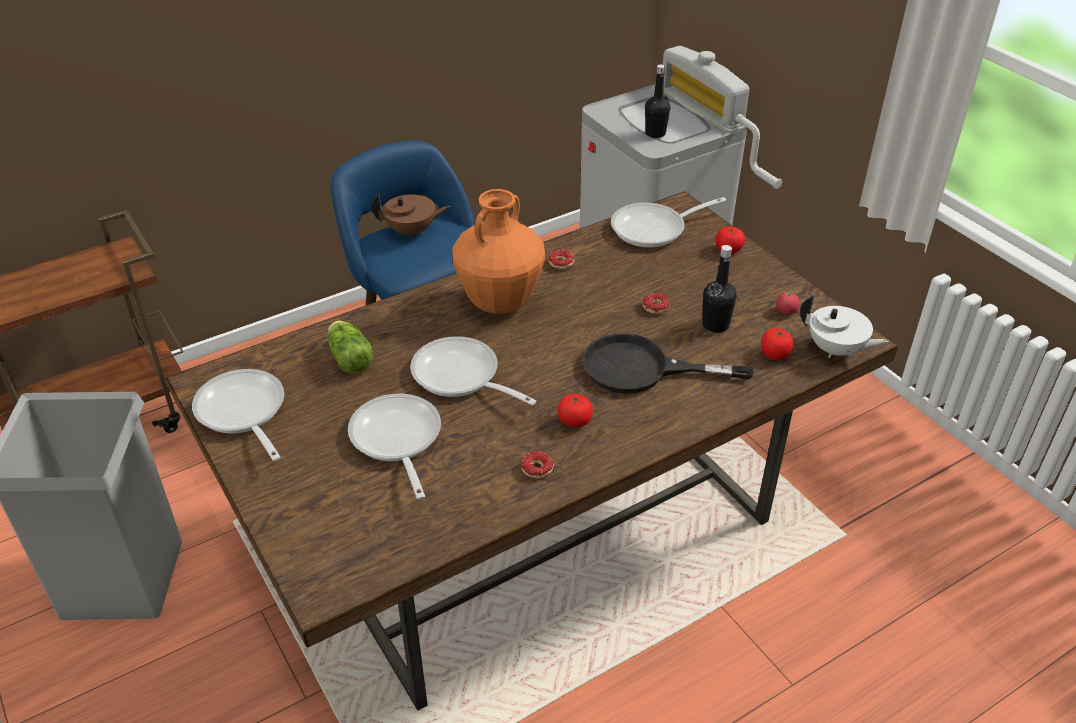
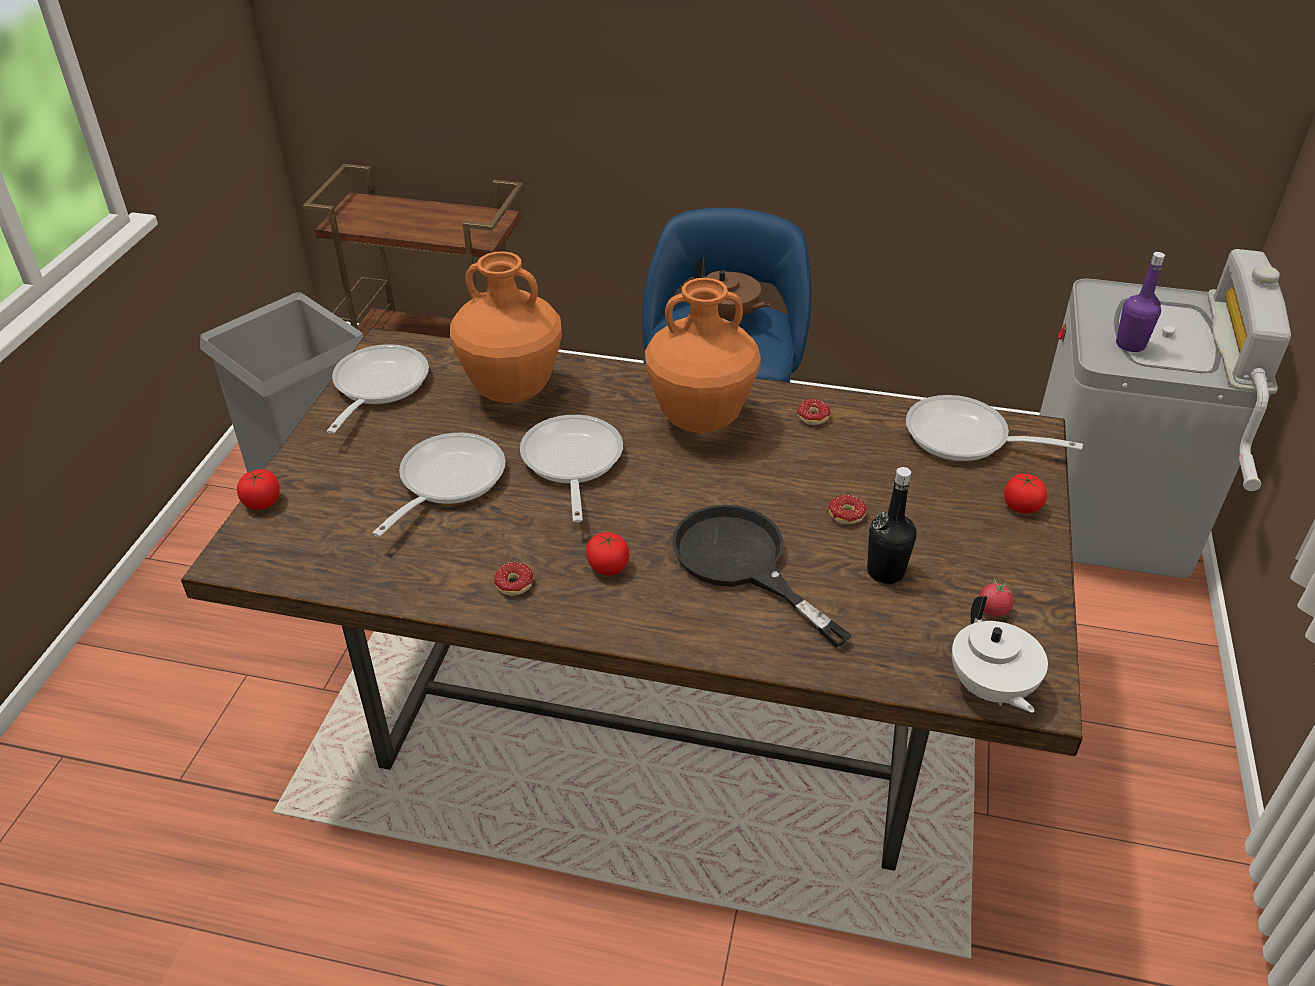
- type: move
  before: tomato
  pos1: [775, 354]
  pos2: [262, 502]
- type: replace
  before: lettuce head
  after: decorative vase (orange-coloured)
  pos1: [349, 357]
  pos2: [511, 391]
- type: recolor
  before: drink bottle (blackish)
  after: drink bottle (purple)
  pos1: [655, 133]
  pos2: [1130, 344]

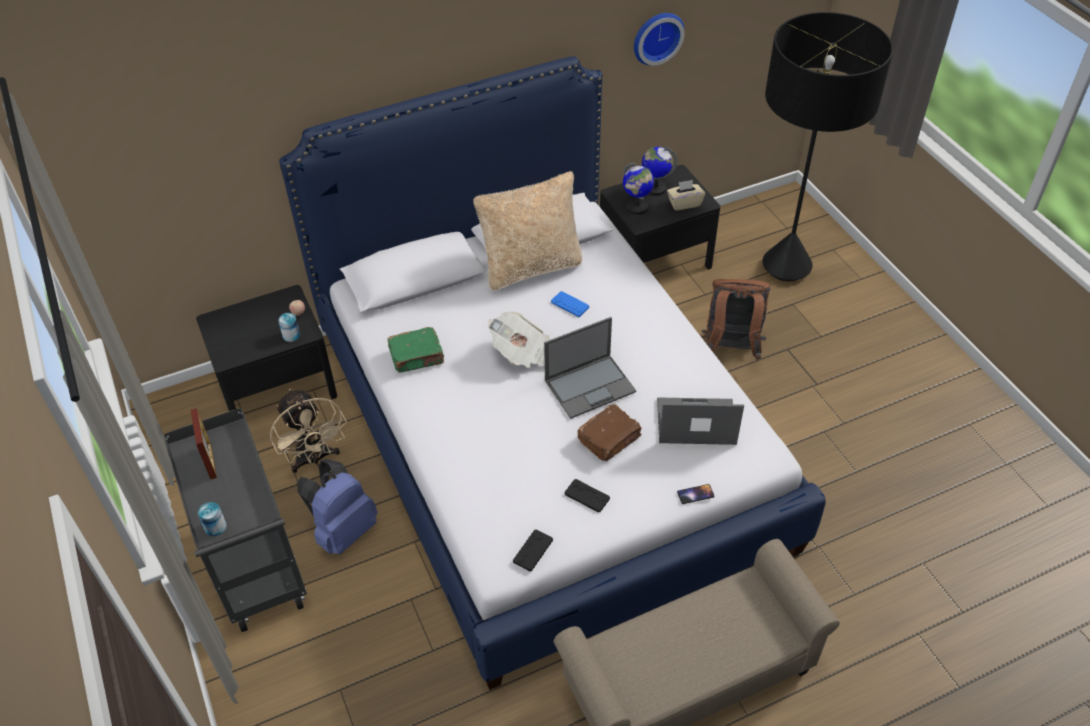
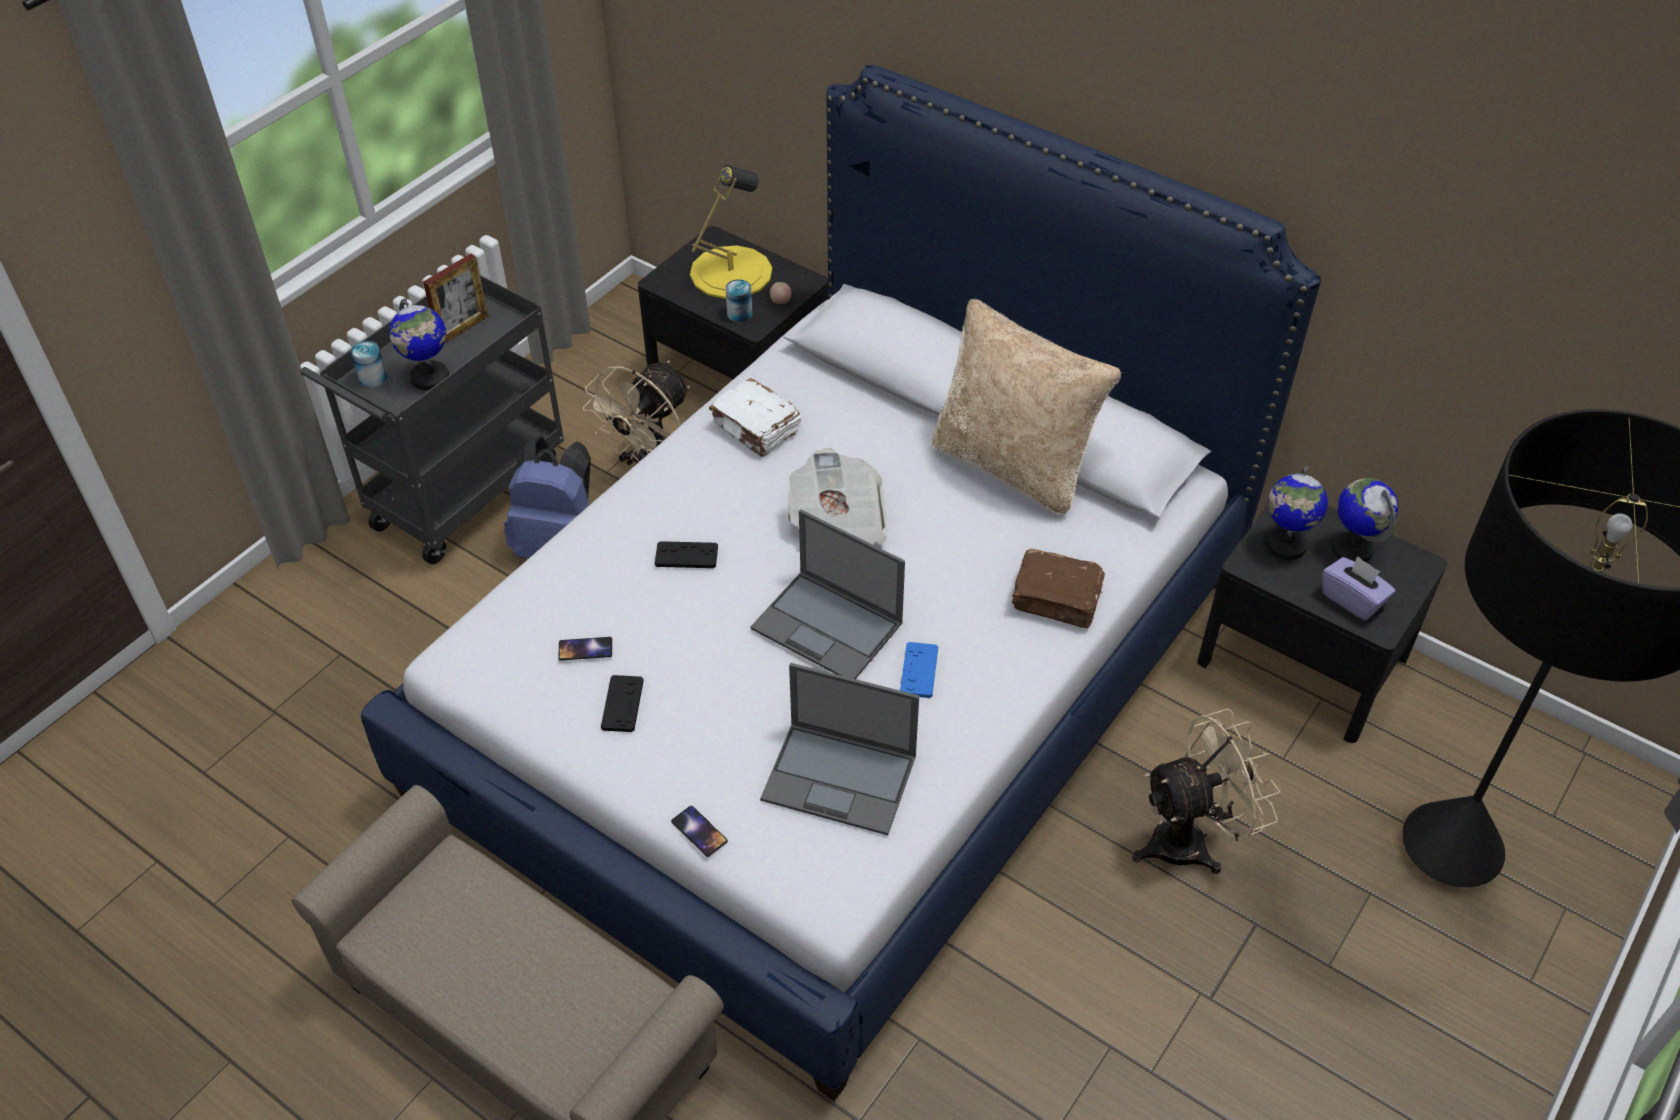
- type: delete
  before: wall clock
  pos1: [656, 36]
- type: insert
  after: desk globe
  pos2: [429, 378]
- type: insert
  after: handset
  pos2: [585, 649]
- type: insert
  after: lamp for a table (yellowish)
  pos2: [731, 272]
- type: move
  before: game controller (blackish)
  pos1: [533, 551]
  pos2: [686, 556]
- type: move
  before: game controller (blue-coloured)
  pos1: [570, 305]
  pos2: [919, 671]
- type: move
  before: book (brown-coloured)
  pos1: [610, 439]
  pos2: [1057, 600]
- type: replace
  before: knapsack (brown-coloured)
  after: fan (beige-coloured)
  pos1: [731, 348]
  pos2: [1191, 840]
- type: recolor
  before: book (greenish)
  after: book (white-coloured)
  pos1: [417, 357]
  pos2: [756, 429]
- type: recolor
  before: tissue holder (beige-coloured)
  after: tissue holder (purple)
  pos1: [684, 203]
  pos2: [1352, 599]
- type: rotate
  before: laptop
  pos1: [695, 422]
  pos2: [841, 778]
  turn: 135

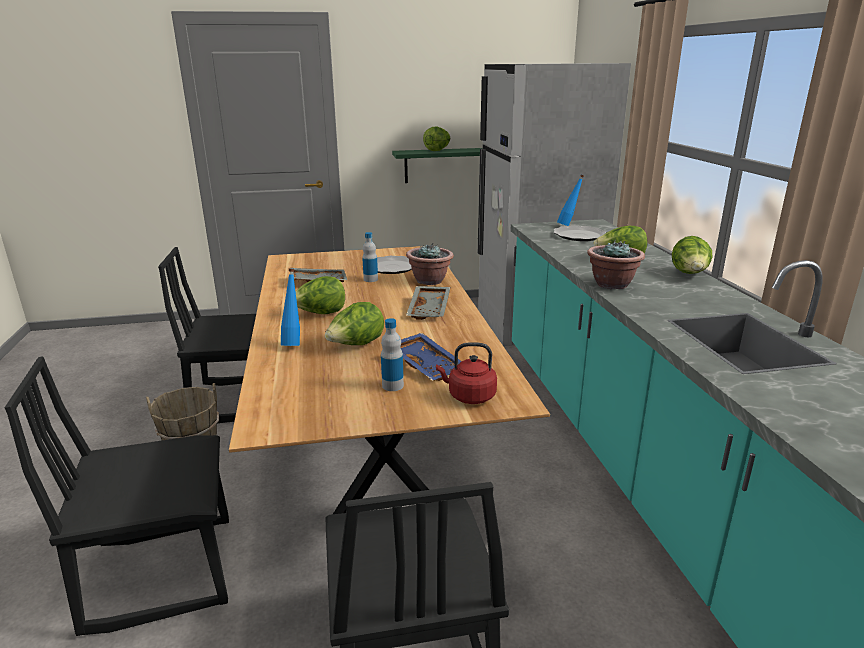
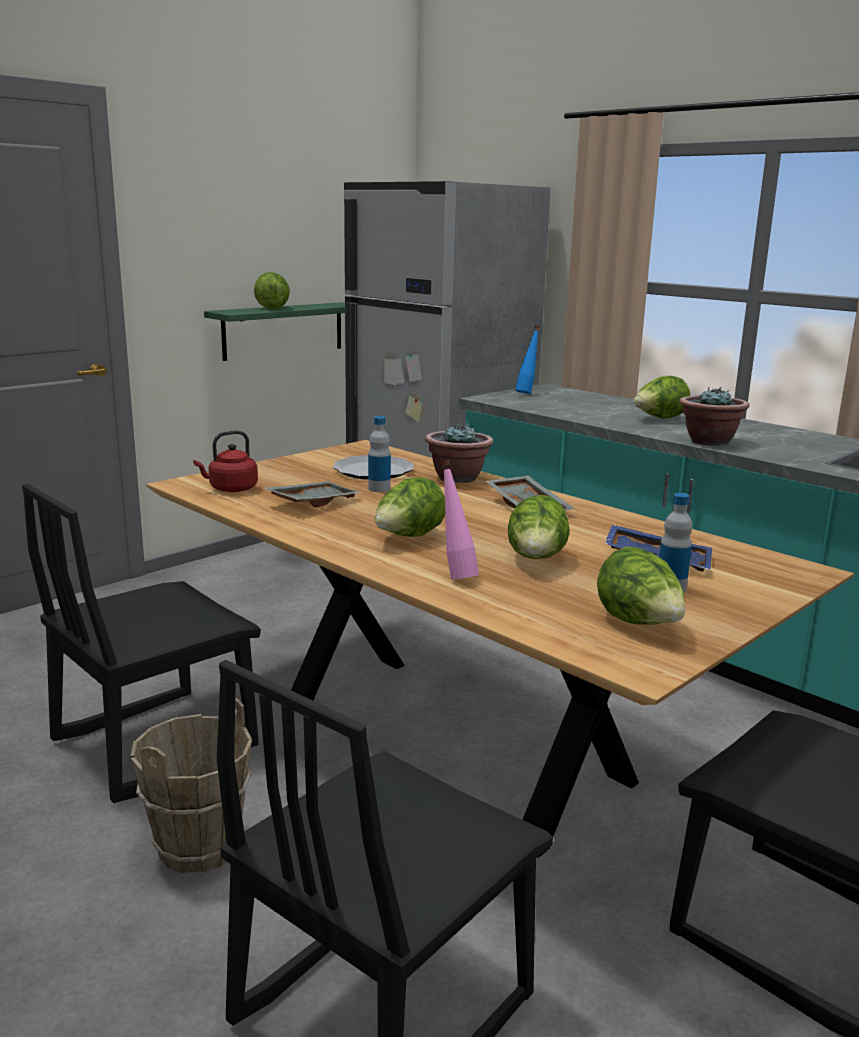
- type: delete
  before: flat dish
  pos1: [579, 235]
- type: move
  before: water kettle (red)
  pos1: [469, 396]
  pos2: [230, 489]
- type: move
  before: lettuce head
  pos1: [689, 274]
  pos2: [639, 624]
- type: recolor
  before: drink bottle (blue-coloured)
  after: drink bottle (pinkish)
  pos1: [293, 343]
  pos2: [455, 576]

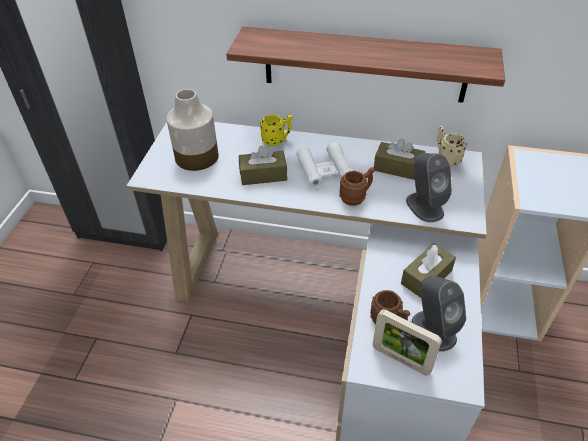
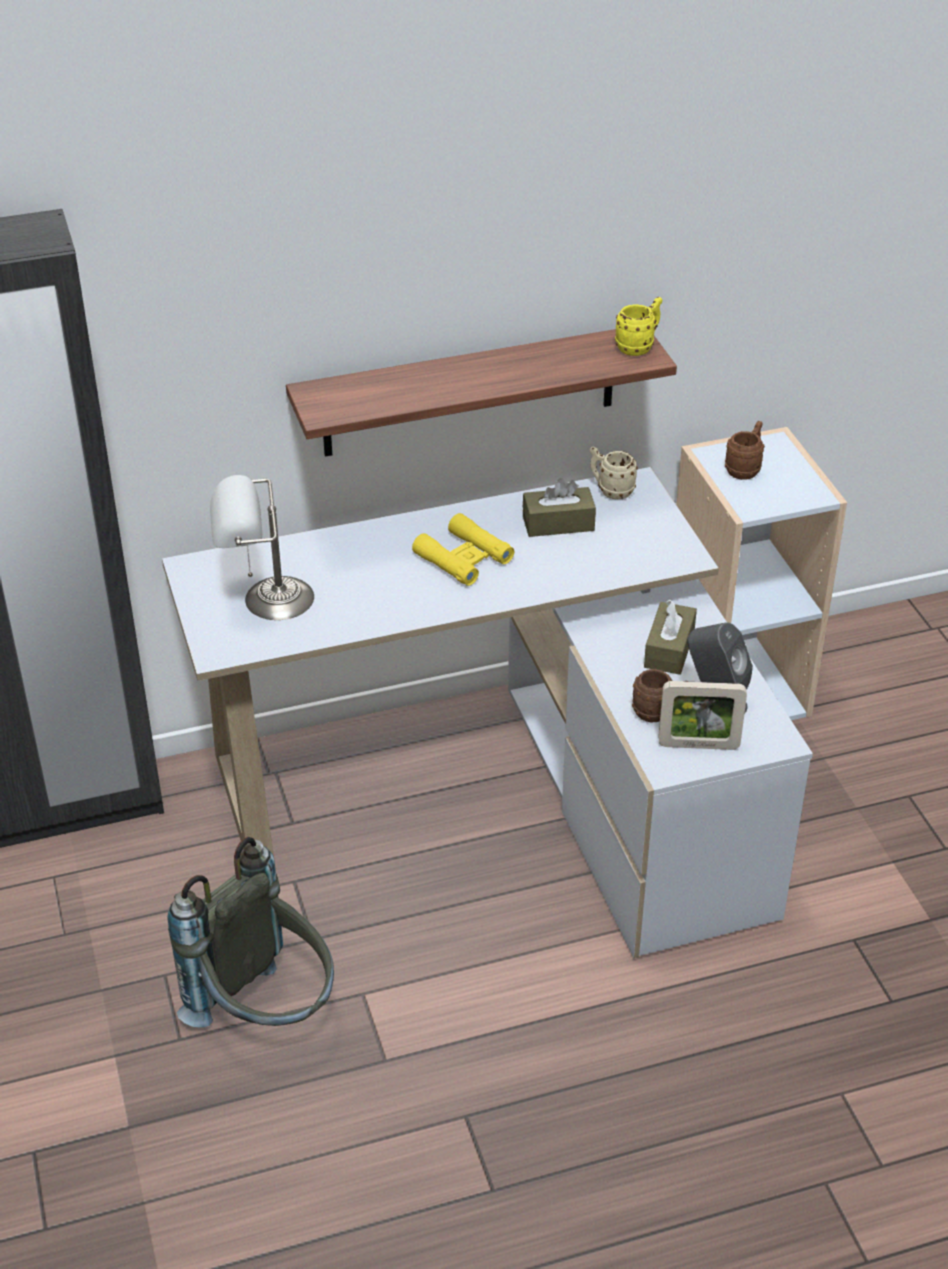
- type: delete
  before: tissue holder (brown-coloured)
  pos1: [263, 175]
- type: delete
  before: loudspeaker (greyish)
  pos1: [424, 206]
- type: insert
  after: knapsack (greyish)
  pos2: [266, 1013]
- type: move
  before: tea mug (yellowish)
  pos1: [277, 140]
  pos2: [639, 347]
- type: move
  before: tea mug (brown-coloured)
  pos1: [356, 197]
  pos2: [745, 469]
- type: replace
  before: decorative vase (beige-coloured)
  after: lamp for a table (white-coloured)
  pos1: [197, 157]
  pos2: [264, 600]
- type: recolor
  before: pair of binoculars (white-coloured)
  after: pair of binoculars (yellowish)
  pos1: [324, 170]
  pos2: [463, 558]

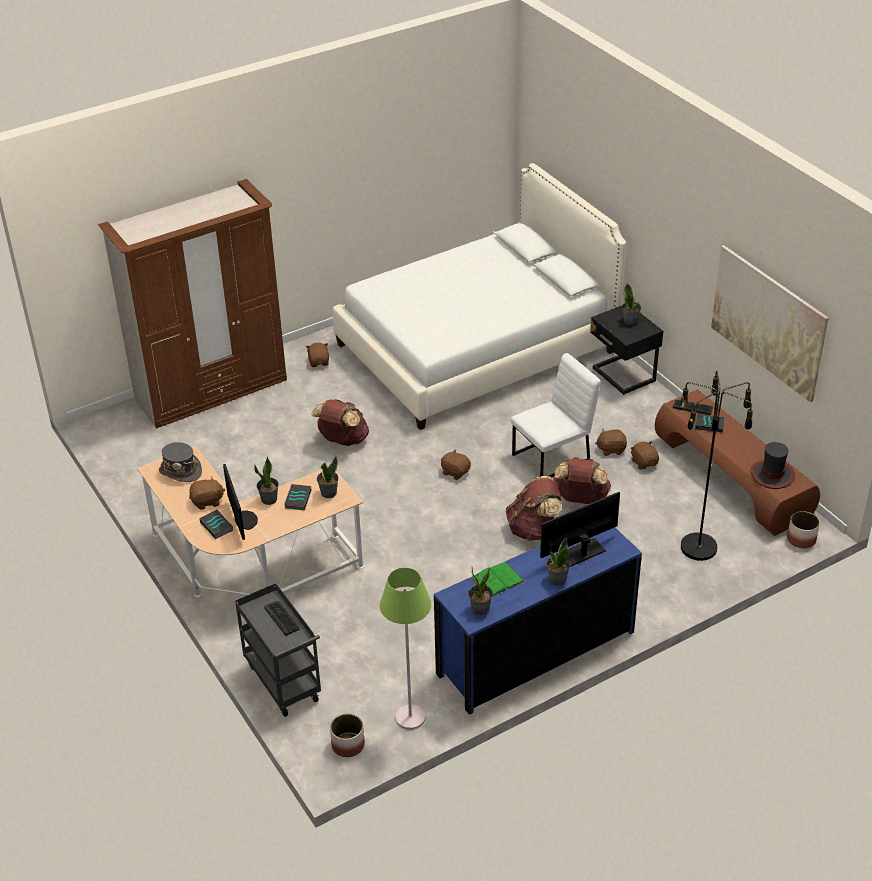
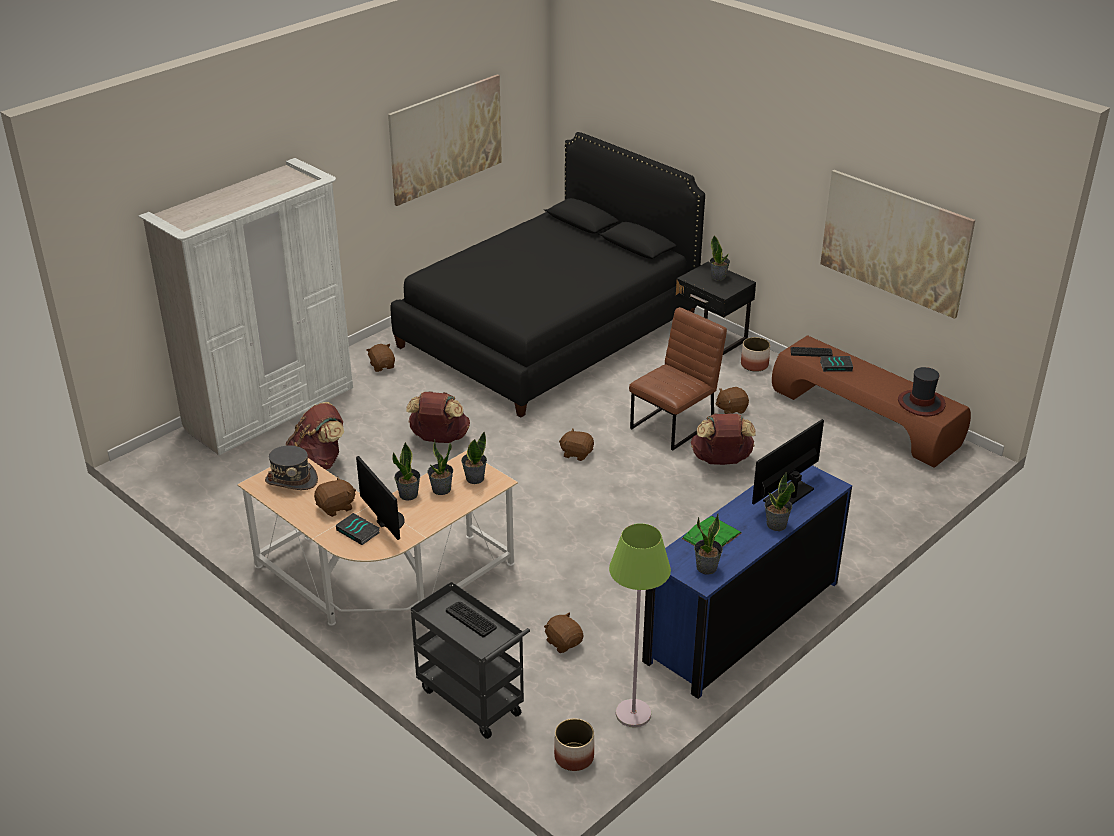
- type: delete
  before: standing lamp
  pos1: [699, 547]
- type: insert
  after: picture
  pos2: [446, 138]
- type: move
  before: knapsack (brown-coloured)
  pos1: [533, 529]
  pos2: [318, 462]
- type: move
  before: plush toy (brown-coloured)
  pos1: [644, 462]
  pos2: [563, 642]
- type: move
  before: planter
  pos1: [801, 539]
  pos2: [754, 365]
- type: replace
  before: book
  after: potted plant
  pos1: [297, 499]
  pos2: [441, 489]
- type: recolor
  before: wardrobe (brown-coloured)
  after: wardrobe (white-coloured)
  pos1: [212, 390]
  pos2: [271, 408]
- type: recolor
  before: bed (white-coloured)
  after: bed (blackish)
  pos1: [476, 348]
  pos2: [548, 332]
- type: recolor
  before: chair (white-coloured)
  after: chair (brown-coloured)
  pos1: [553, 457]
  pos2: [674, 424]

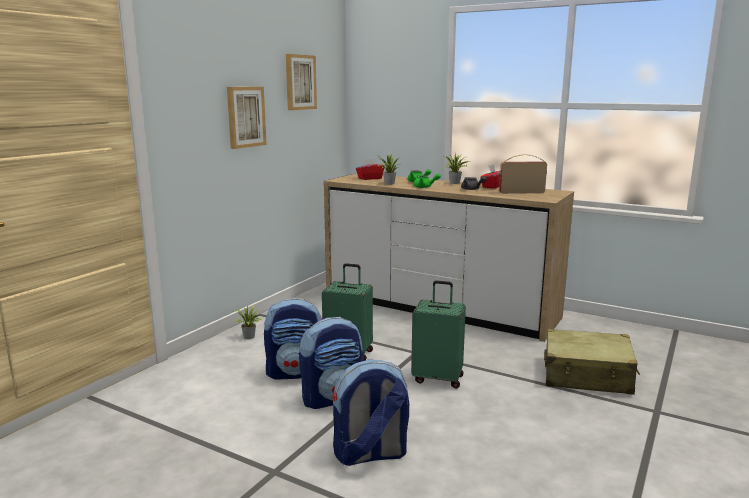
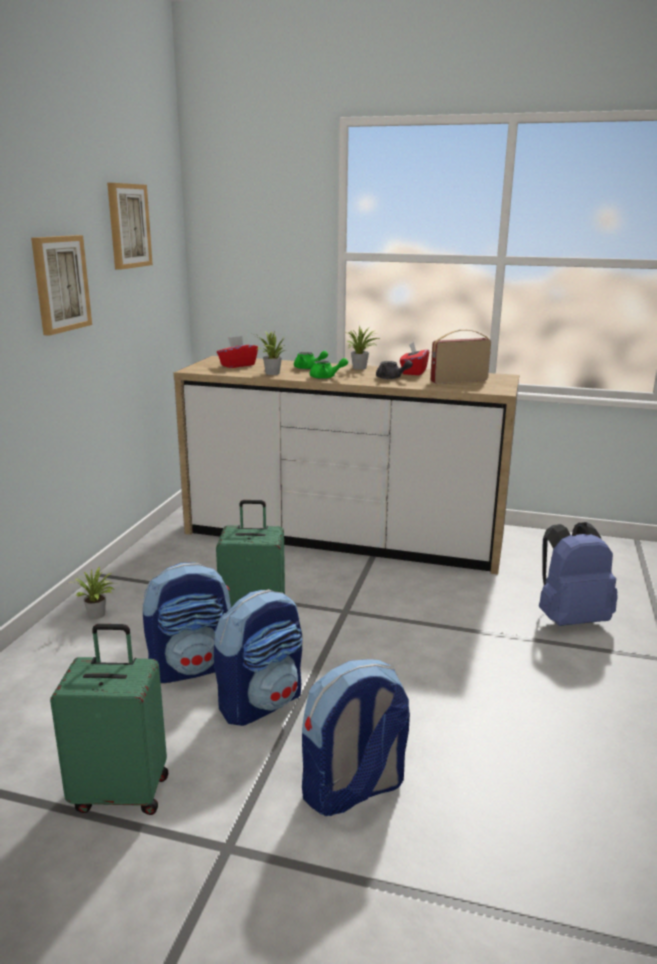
- type: move
  before: travel case (greenish)
  pos1: [438, 378]
  pos2: [121, 791]
- type: replace
  before: travel case (beige-coloured)
  after: knapsack (blue-coloured)
  pos1: [587, 375]
  pos2: [569, 618]

